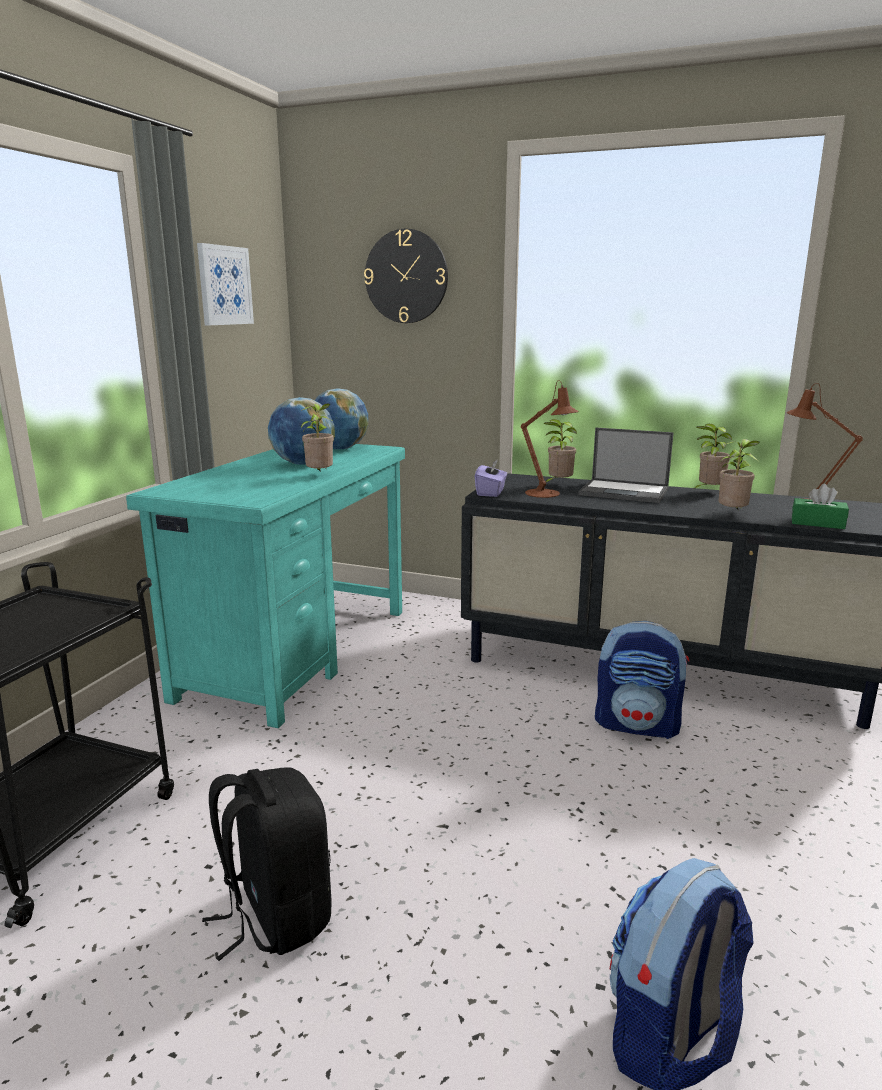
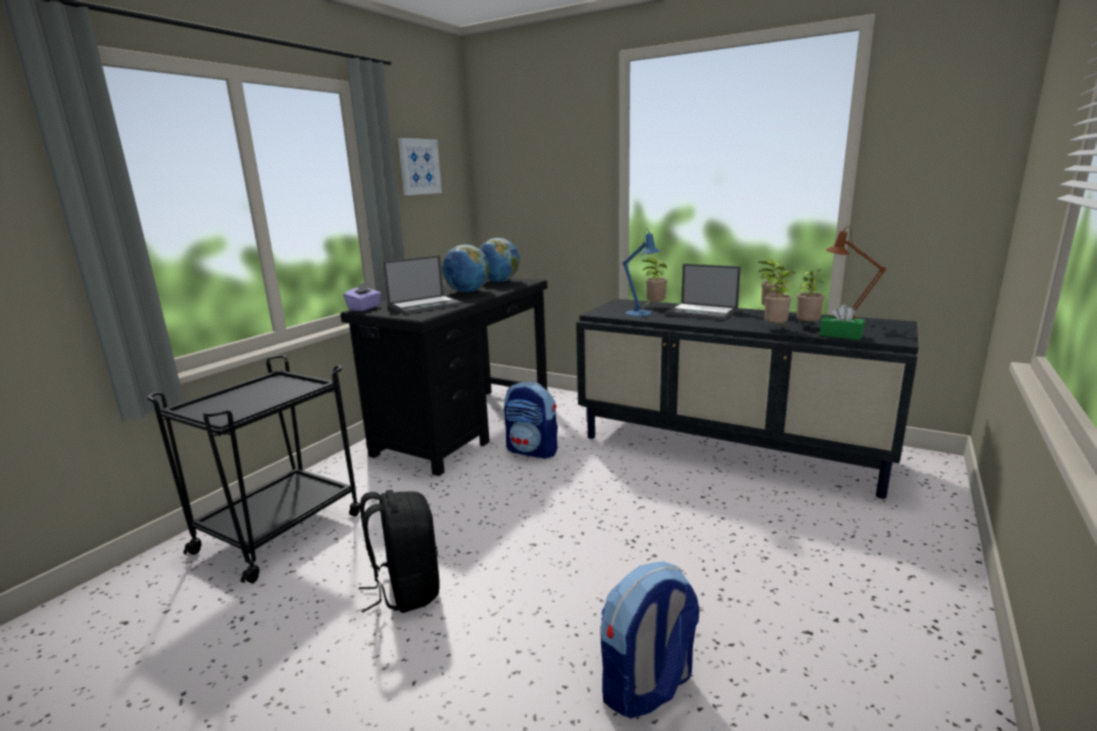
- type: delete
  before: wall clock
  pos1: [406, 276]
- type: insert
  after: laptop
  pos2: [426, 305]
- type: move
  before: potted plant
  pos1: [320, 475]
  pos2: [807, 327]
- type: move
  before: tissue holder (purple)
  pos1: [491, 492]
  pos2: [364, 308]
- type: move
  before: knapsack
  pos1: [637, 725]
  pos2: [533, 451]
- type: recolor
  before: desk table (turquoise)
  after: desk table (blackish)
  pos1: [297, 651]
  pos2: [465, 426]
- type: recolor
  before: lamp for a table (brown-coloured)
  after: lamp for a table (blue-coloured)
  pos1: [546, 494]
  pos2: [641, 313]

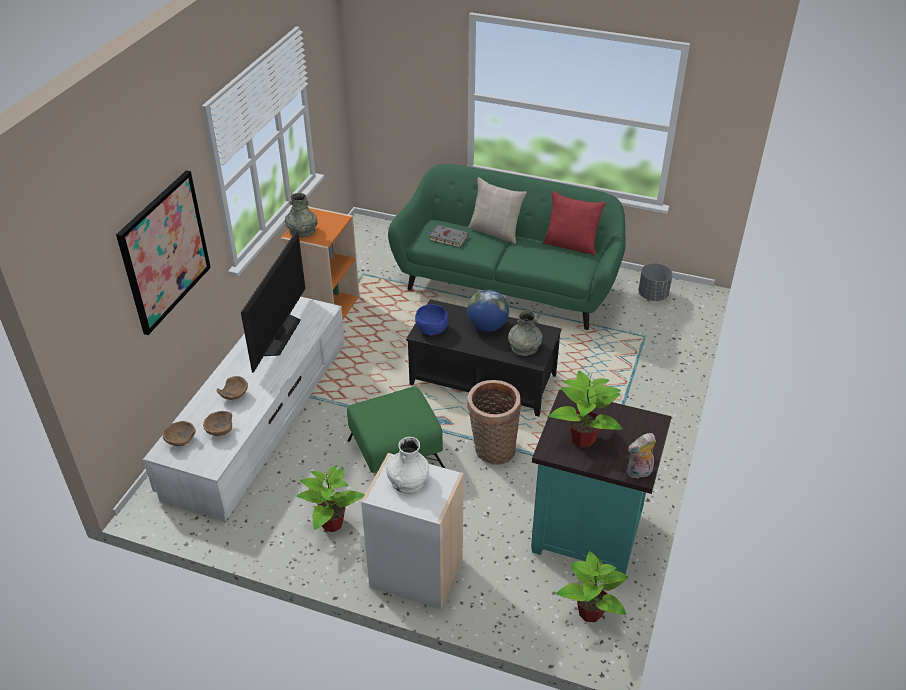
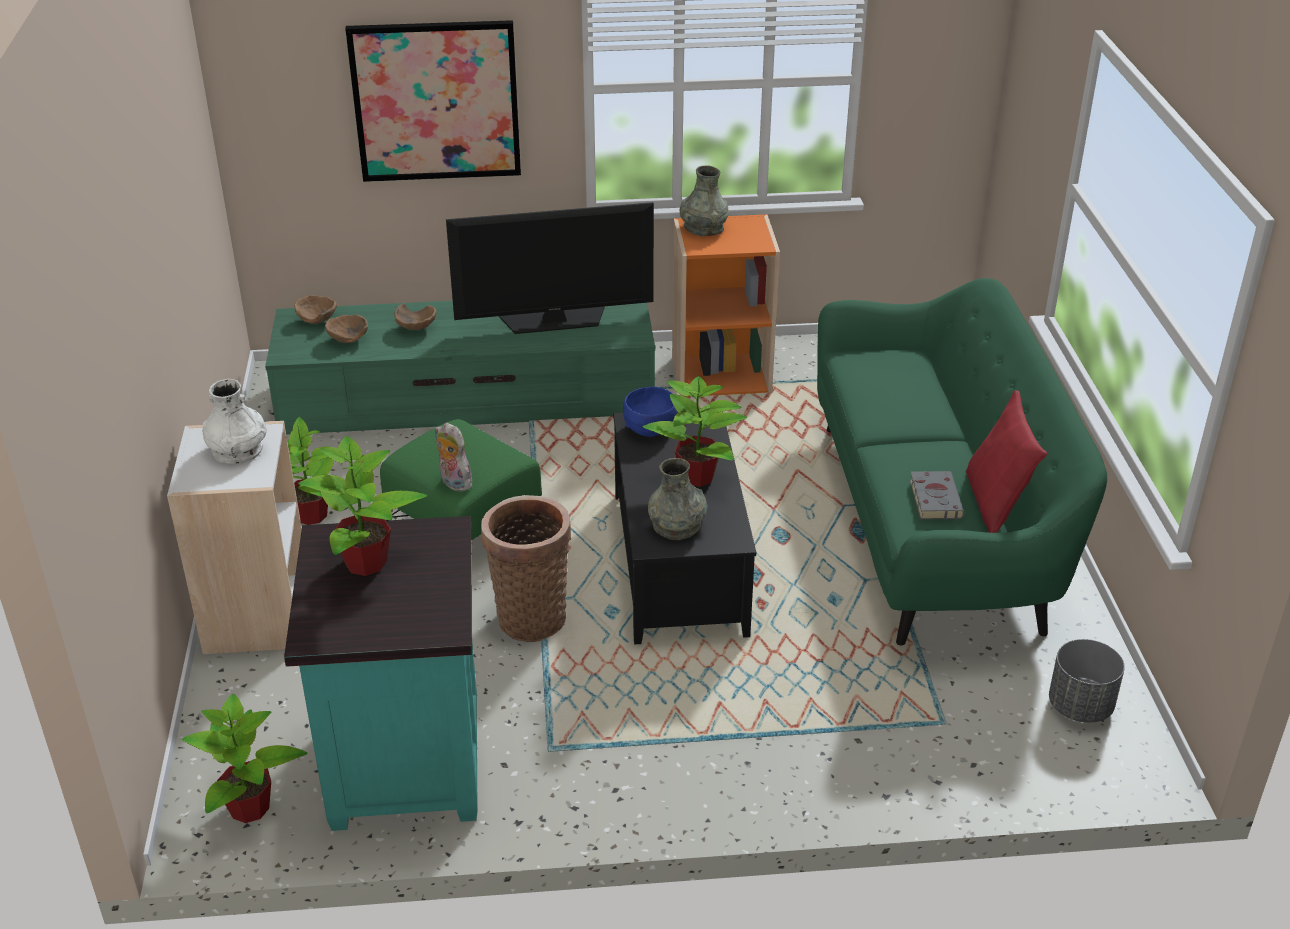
- type: delete
  before: throw pillow (beige-coloured)
  pos1: [495, 232]
- type: move
  before: book (greyish)
  pos1: [447, 238]
  pos2: [934, 498]
- type: move
  before: plush toy
  pos1: [639, 473]
  pos2: [453, 483]
- type: replace
  before: desk globe
  after: potted plant
  pos1: [487, 326]
  pos2: [698, 476]
- type: recolor
  before: tv stand (white-coloured)
  after: tv stand (greenish)
  pos1: [258, 415]
  pos2: [468, 395]

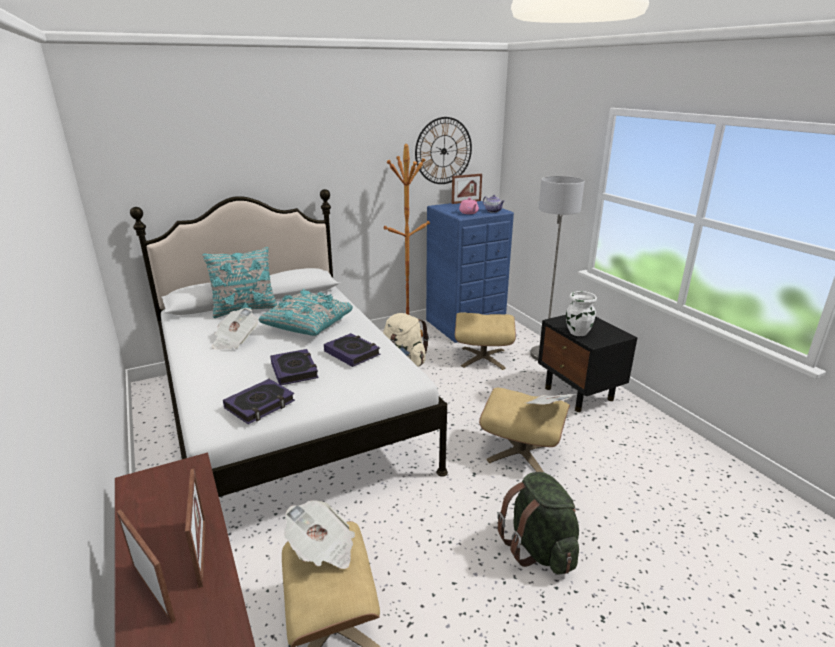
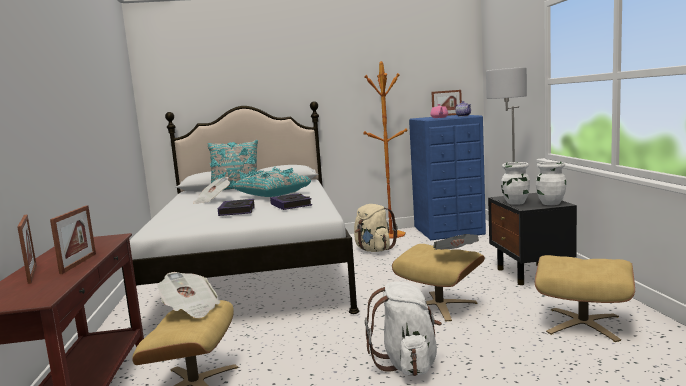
- type: delete
  before: book
  pos1: [260, 405]
- type: delete
  before: wall clock
  pos1: [443, 151]
- type: insert
  after: decorative vase (white-coloured)
  pos2: [551, 203]
- type: move
  before: ottoman (beige-coloured)
  pos1: [483, 358]
  pos2: [583, 324]
- type: recolor
  before: knapsack (greenish)
  after: knapsack (white-coloured)
  pos1: [539, 548]
  pos2: [407, 363]

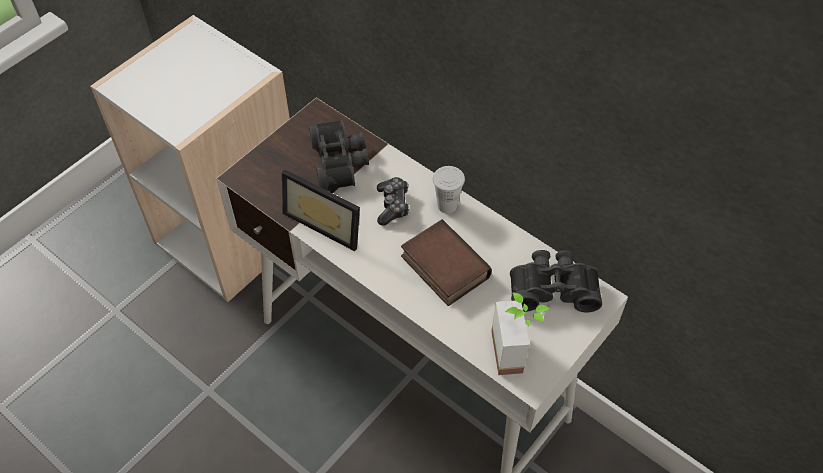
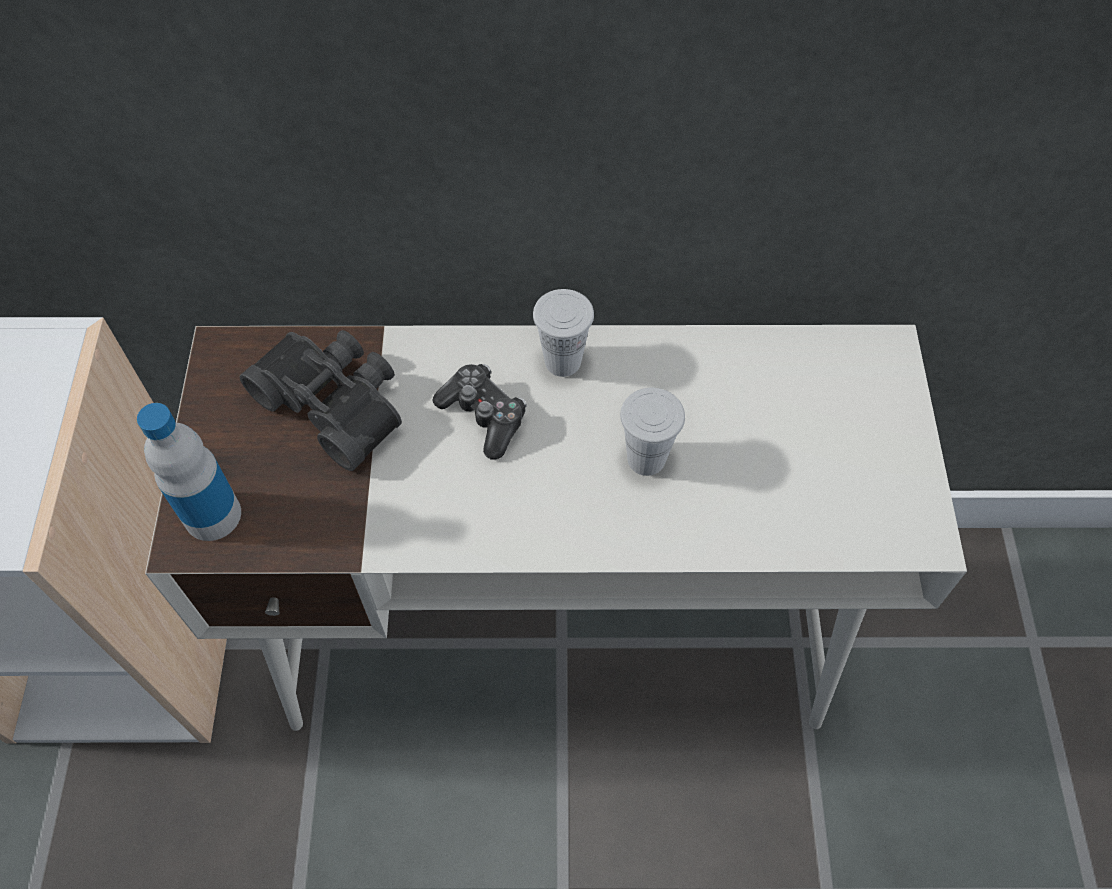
- type: delete
  before: standing frame
  pos1: [327, 221]
- type: delete
  before: potted plant
  pos1: [517, 351]
- type: delete
  before: pair of binoculars (blackish)
  pos1: [552, 287]
- type: insert
  after: drink bottle
  pos2: [212, 515]
- type: replace
  before: book
  after: small cup (white-coloured)
  pos1: [442, 267]
  pos2: [646, 459]

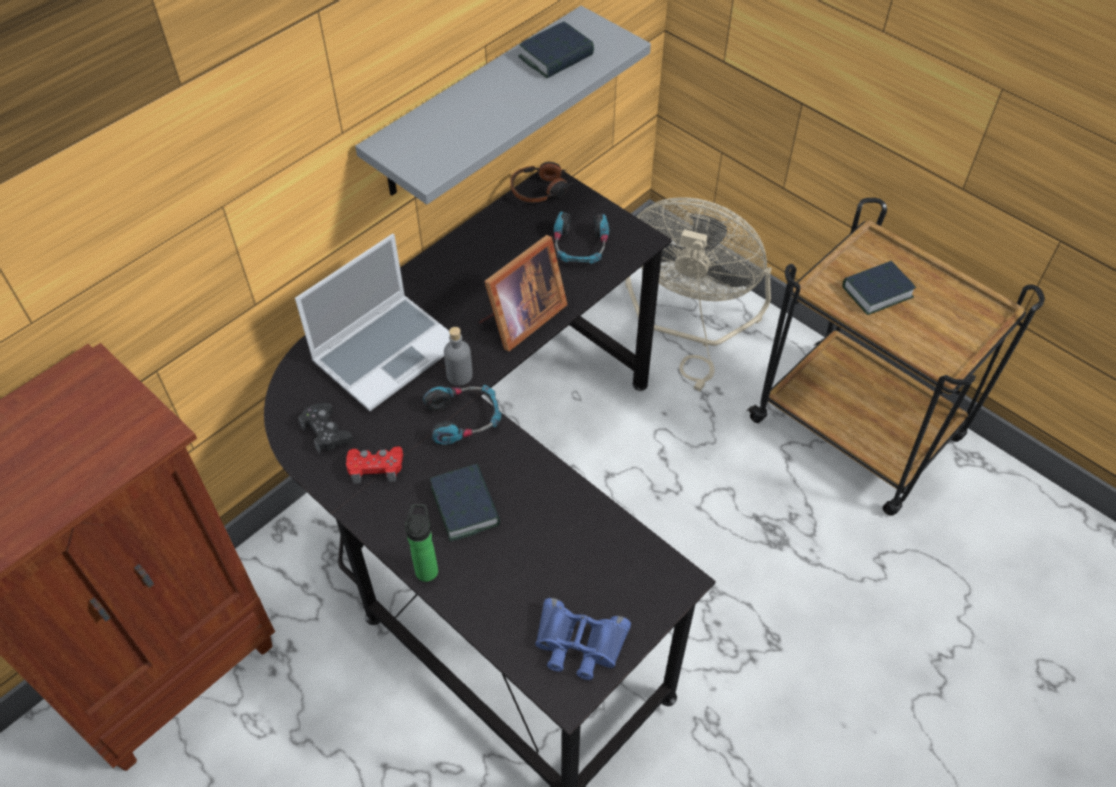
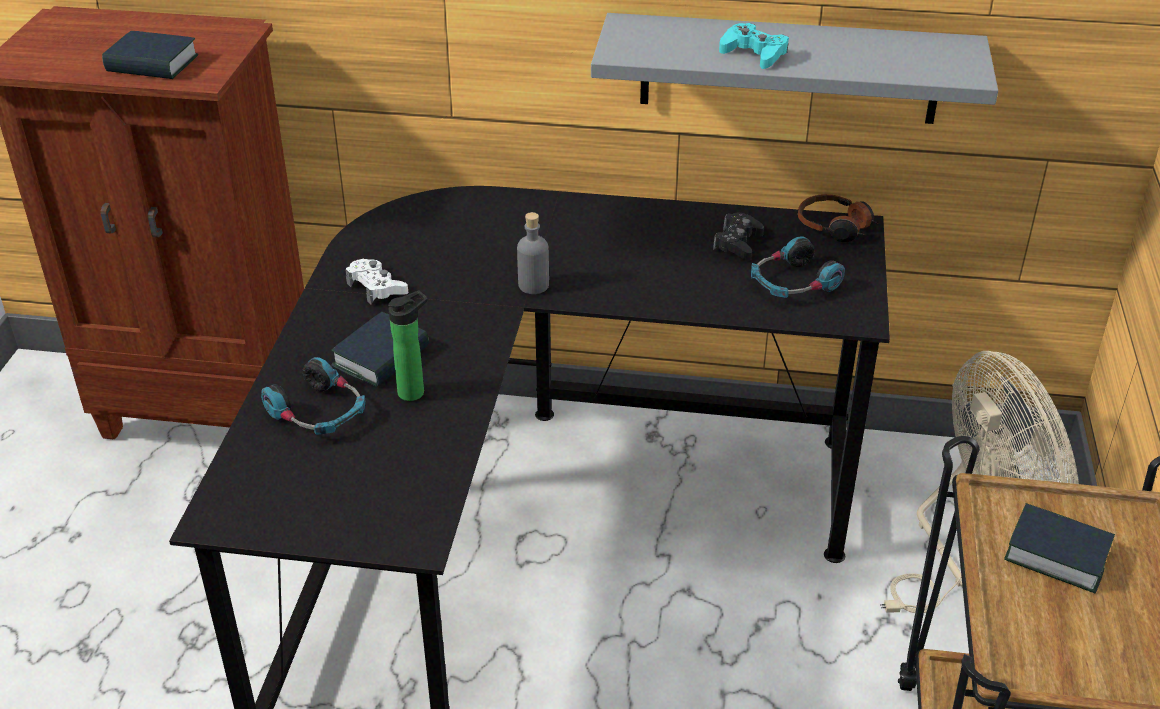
- type: delete
  before: laptop
  pos1: [387, 351]
- type: delete
  before: standing frame
  pos1: [520, 320]
- type: delete
  before: pair of binoculars (blue-coloured)
  pos1: [579, 644]
- type: insert
  after: game controller (turquoise)
  pos2: [754, 54]
- type: move
  before: game controller (blackish)
  pos1: [326, 432]
  pos2: [738, 243]
- type: move
  before: drink bottle
  pos1: [427, 568]
  pos2: [415, 391]
- type: move
  before: pair of headphones
  pos1: [464, 419]
  pos2: [318, 412]
- type: move
  before: book
  pos1: [556, 57]
  pos2: [152, 64]
- type: recolor
  before: game controller (red)
  after: game controller (white-coloured)
  pos1: [375, 467]
  pos2: [376, 287]

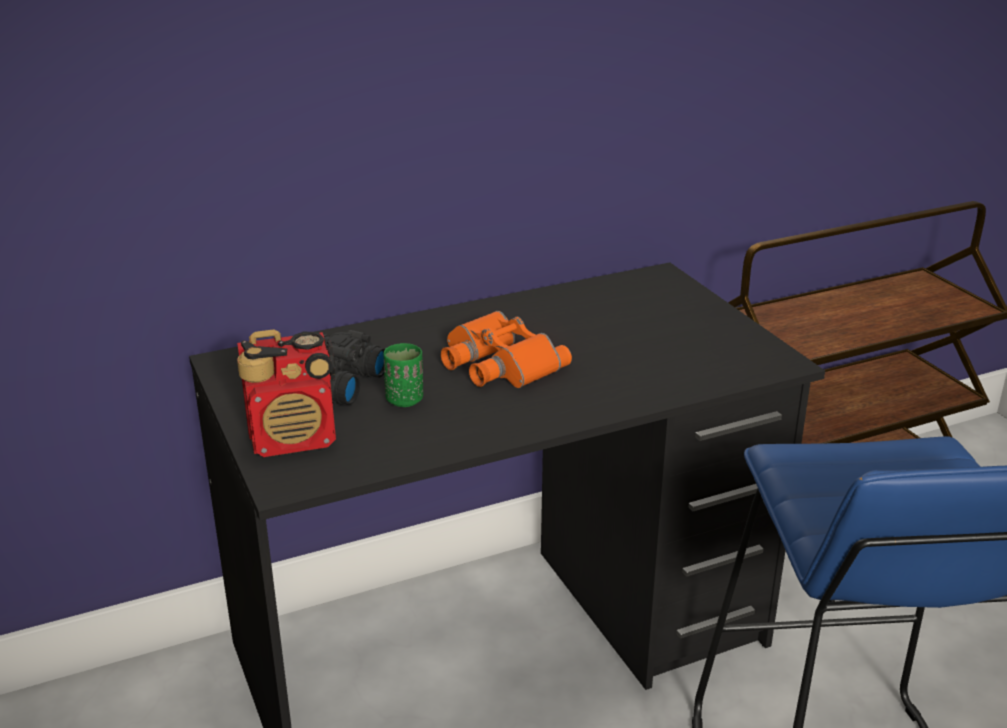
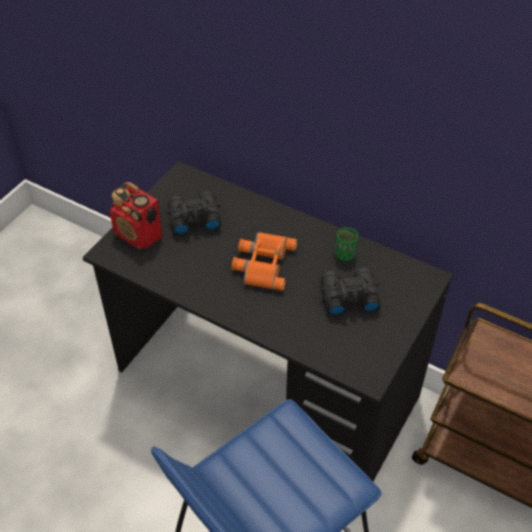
- type: insert
  after: pair of binoculars (blackish)
  pos2: [347, 297]
- type: move
  before: small cup (greenish)
  pos1: [404, 400]
  pos2: [345, 255]

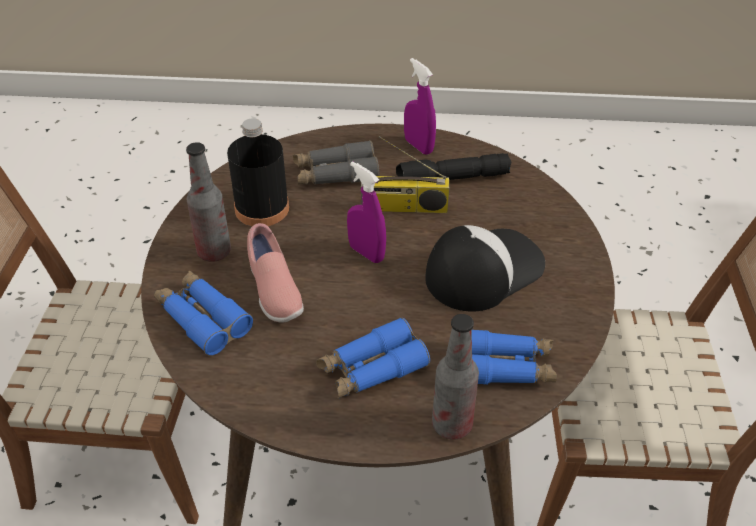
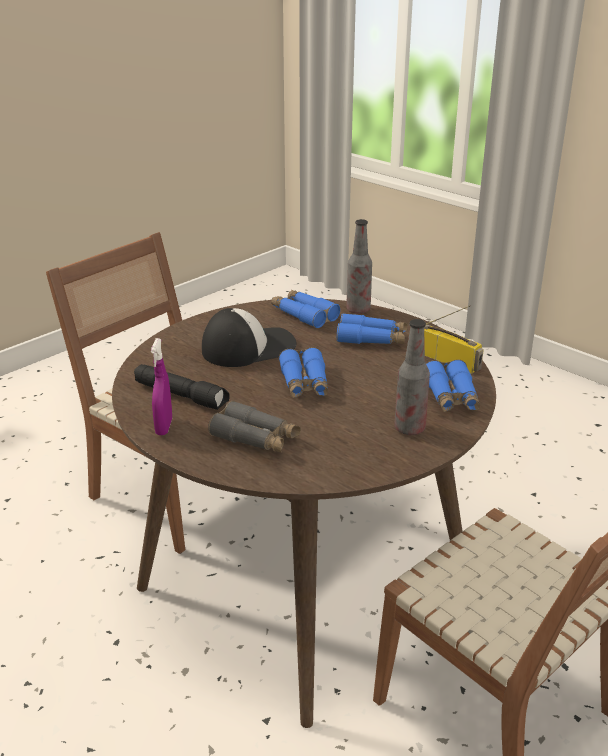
- type: delete
  before: drink bottle (blackish)
  pos1: [262, 208]
- type: delete
  before: shoe (pinkish)
  pos1: [273, 291]
- type: move
  before: radio receiver
  pos1: [404, 207]
  pos2: [448, 360]
- type: replace
  before: spray bottle (purple)
  after: pair of binoculars (blue-coloured)
  pos1: [366, 253]
  pos2: [304, 383]
- type: rotate
  before: baseball cap
  pos1: [483, 270]
  pos2: [248, 347]
  turn: 150

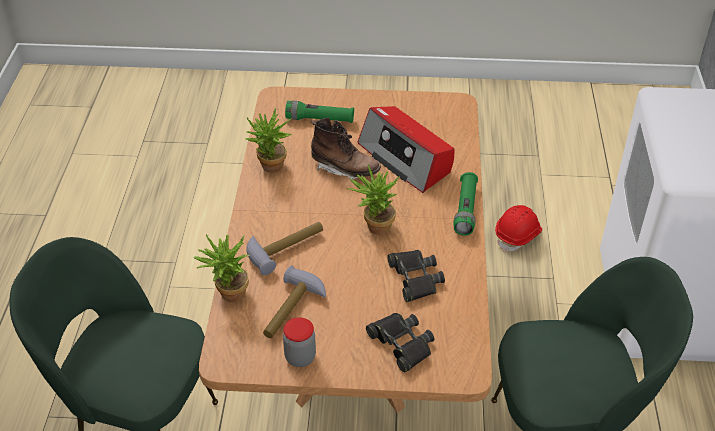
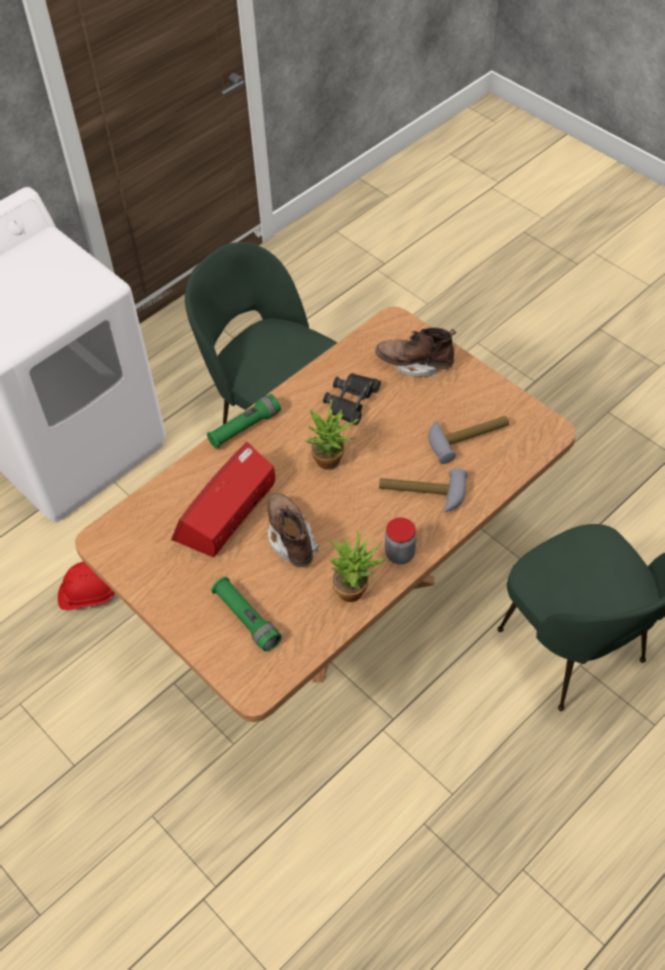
- type: delete
  before: potted plant
  pos1: [228, 295]
- type: move
  before: storage jar
  pos1: [300, 357]
  pos2: [400, 554]
- type: replace
  before: pair of binoculars (blackish)
  after: tall boot (brown-coloured)
  pos1: [401, 344]
  pos2: [414, 364]
- type: rotate
  before: radio receiver
  pos1: [406, 158]
  pos2: [226, 511]
  turn: -150

